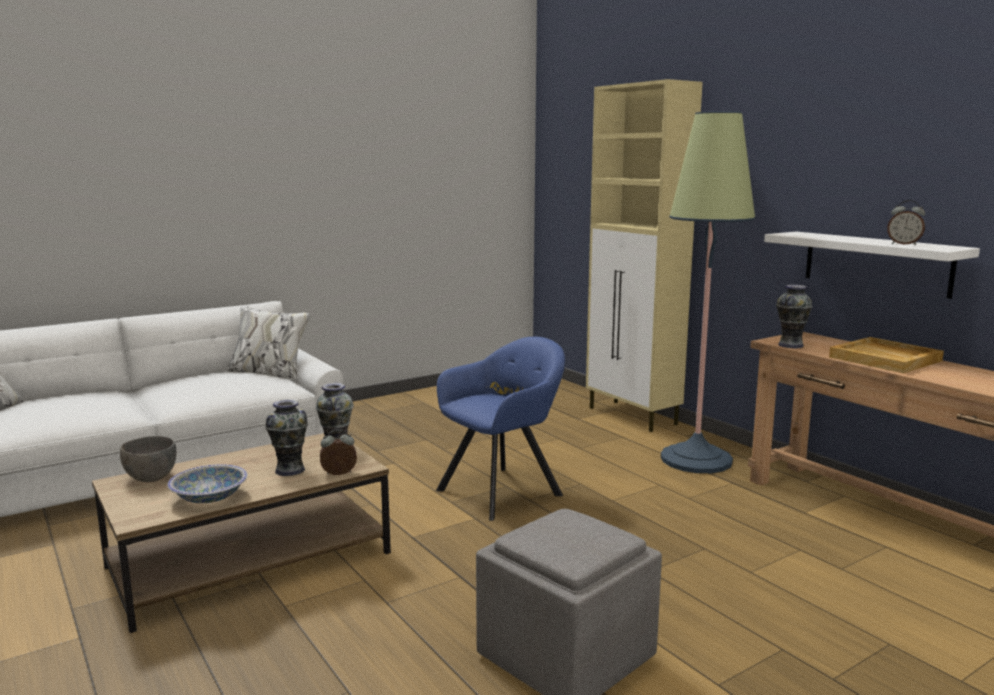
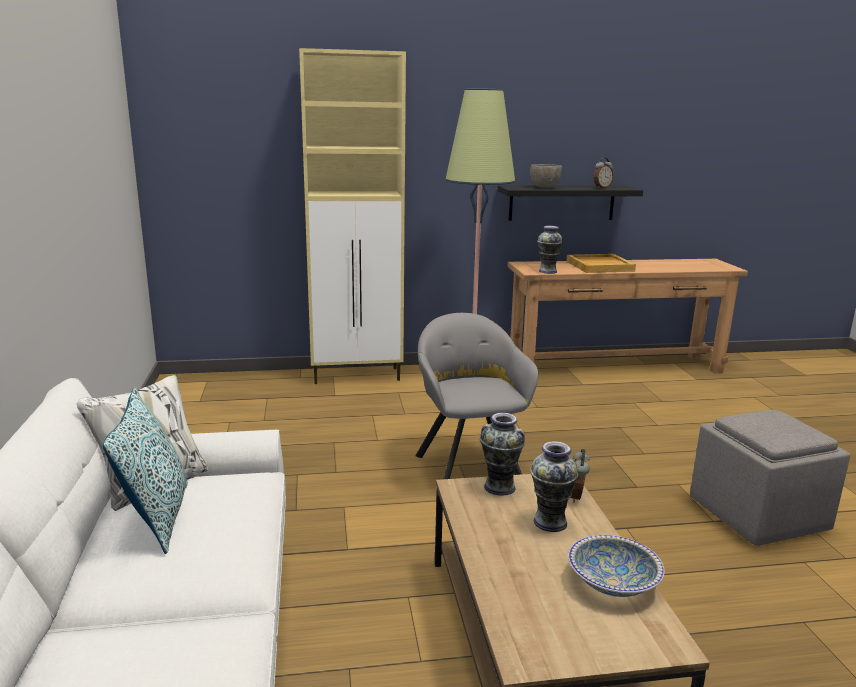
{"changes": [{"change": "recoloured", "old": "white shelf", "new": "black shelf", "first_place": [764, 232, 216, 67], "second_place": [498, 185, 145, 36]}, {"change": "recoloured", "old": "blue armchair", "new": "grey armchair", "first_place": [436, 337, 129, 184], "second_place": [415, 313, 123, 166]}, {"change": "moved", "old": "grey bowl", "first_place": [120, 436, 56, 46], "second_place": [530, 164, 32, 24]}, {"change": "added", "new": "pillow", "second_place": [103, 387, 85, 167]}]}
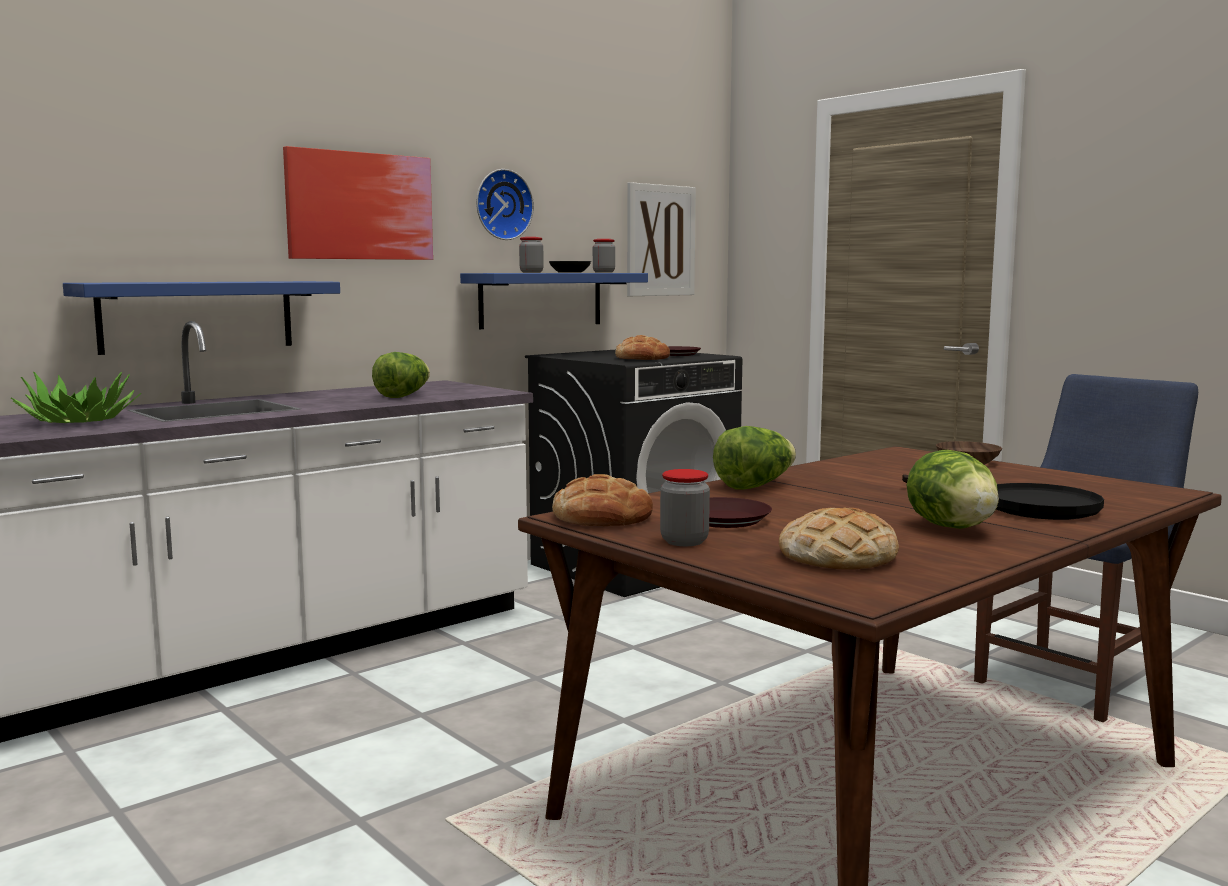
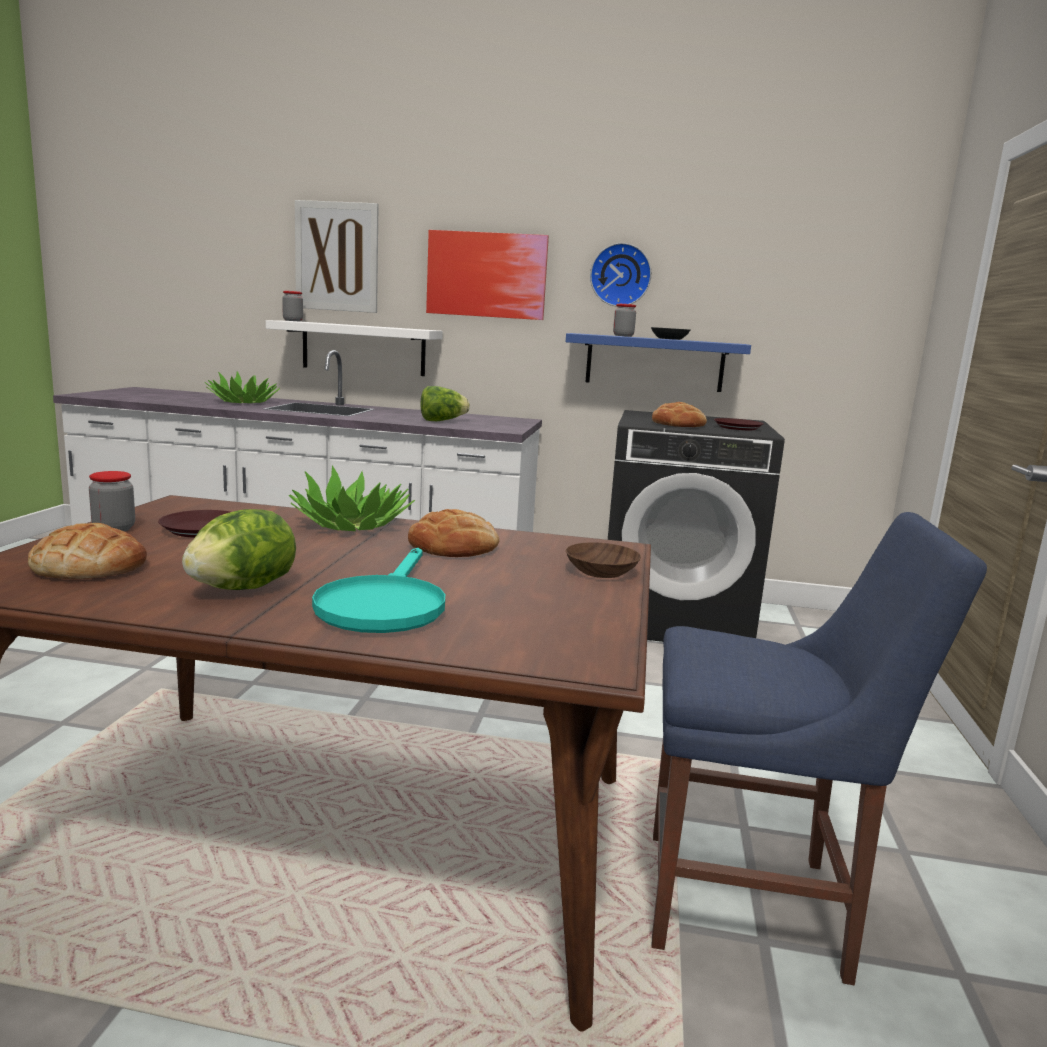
{"changes": [{"change": "moved", "old": "picture", "first_place": [627, 182, 69, 114], "second_place": [295, 200, 84, 113]}, {"change": "moved", "old": "jar", "first_place": [593, 239, 22, 34], "second_place": [282, 291, 21, 30]}, {"change": "recoloured", "old": "blue shelf", "new": "white shelf", "first_place": [63, 281, 277, 74], "second_place": [266, 320, 177, 56]}, {"change": "replaced", "old": "lettuce", "new": "potted plant", "first_place": [713, 426, 83, 63], "second_place": [289, 465, 126, 66]}, {"change": "moved", "old": "bread", "first_place": [552, 474, 101, 52], "second_place": [408, 509, 91, 48]}, {"change": "recoloured", "old": "black frying pan", "new": "turquoise frying pan", "first_place": [902, 474, 202, 46], "second_place": [312, 548, 133, 85]}]}
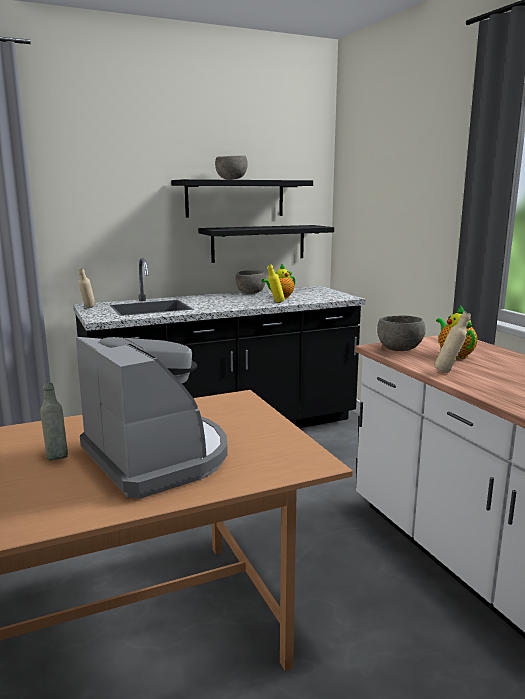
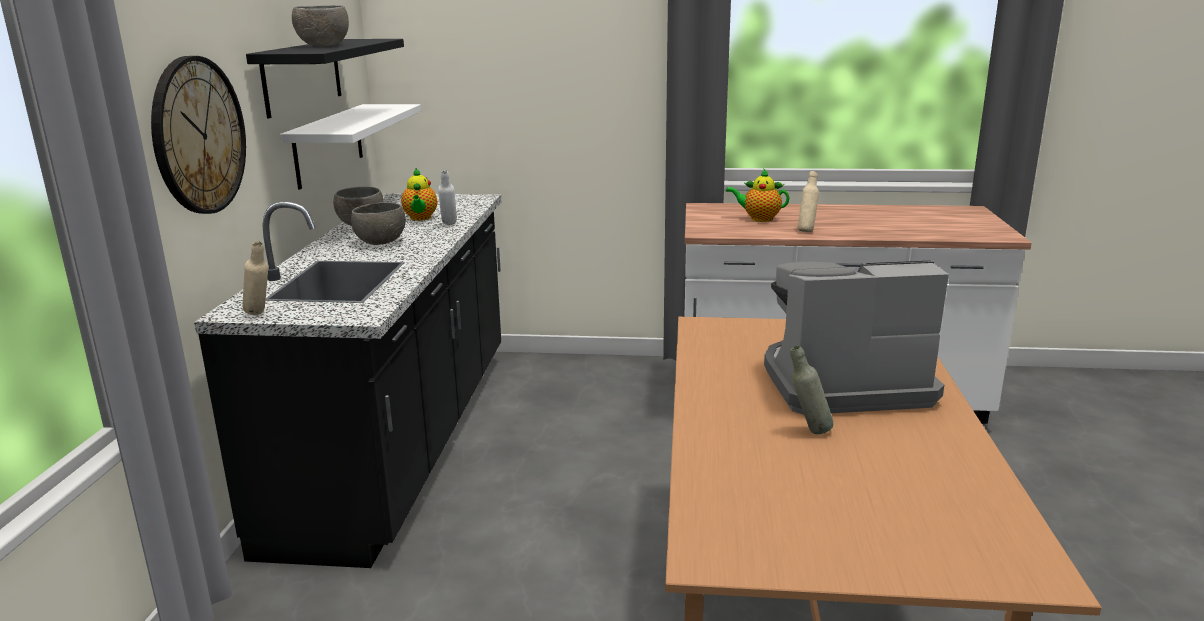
{"changes": [{"change": "recoloured", "old": "black shelf", "new": "white shelf", "first_place": [198, 225, 136, 38], "second_place": [280, 104, 141, 86]}, {"change": "recoloured", "old": "yellow bottle", "new": "white bottle", "first_place": [267, 264, 18, 39], "second_place": [438, 170, 19, 55]}, {"change": "moved", "old": "grey bowl", "first_place": [377, 315, 49, 36], "second_place": [351, 202, 55, 43]}, {"change": "added", "new": "wall clock", "second_place": [151, 56, 95, 158]}]}
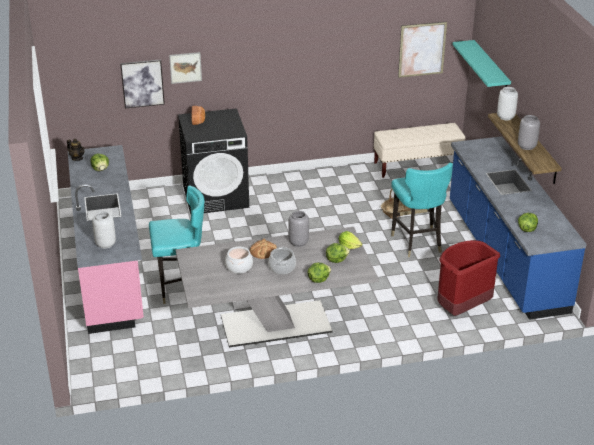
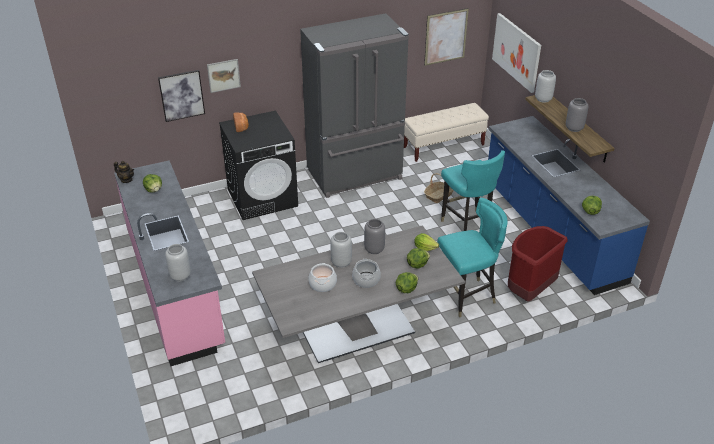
{"changes": [{"change": "replaced", "old": "turquoise shelf", "new": "picture", "first_place": [452, 40, 59, 47], "second_place": [492, 13, 49, 80]}, {"change": "moved", "old": "turquoise chair", "first_place": [149, 185, 56, 119], "second_place": [437, 198, 71, 119]}, {"change": "replaced", "old": "bread", "new": "grey vase", "first_place": [250, 239, 27, 20], "second_place": [331, 232, 21, 36]}, {"change": "added", "new": "grey fridge", "second_place": [300, 13, 109, 185]}]}
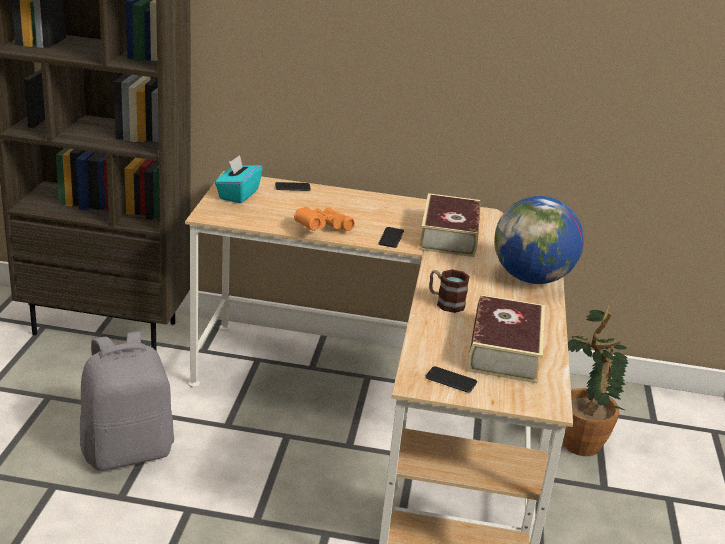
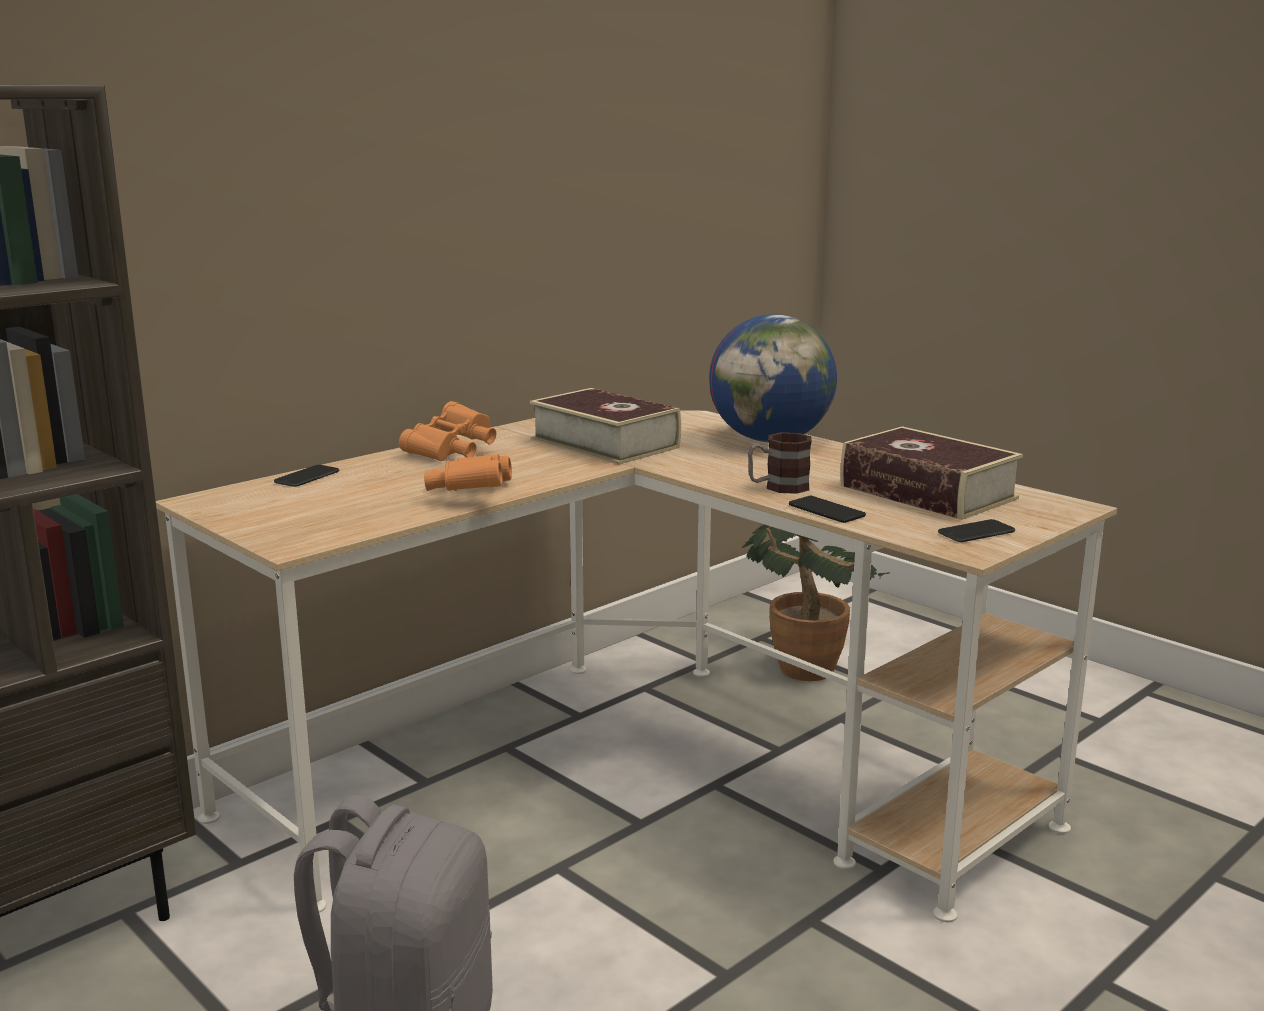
{"changes": [{"change": "removed", "old": "turquoise tissue box", "first_place": [215, 155, 48, 49]}, {"change": "moved", "old": "phone", "first_place": [378, 227, 26, 21], "second_place": [789, 496, 77, 27]}, {"change": "added", "new": "orange binoculars", "second_place": [399, 401, 97, 60]}]}
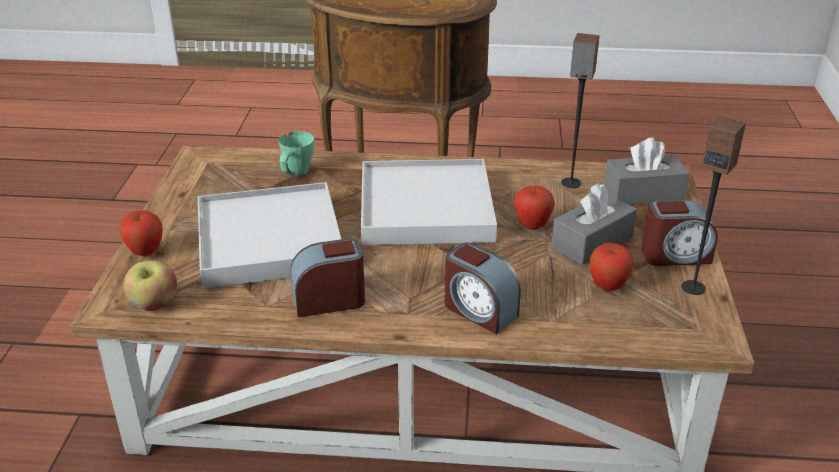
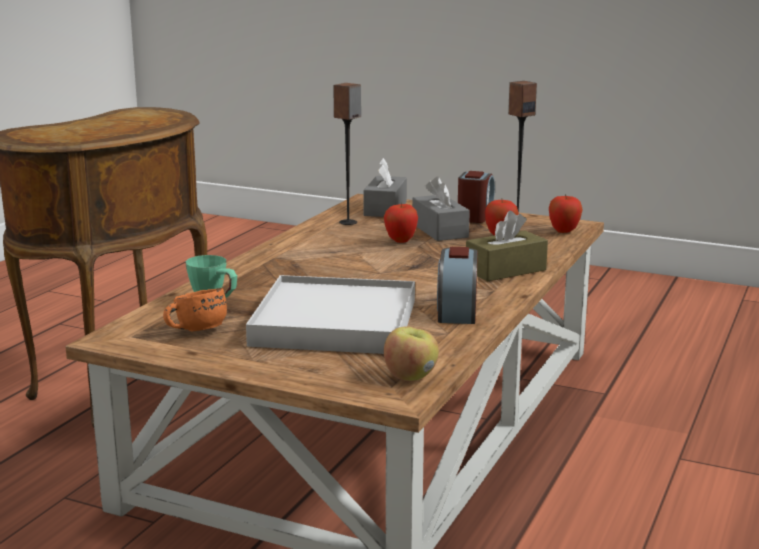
{"changes": [{"change": "removed", "old": "white tray", "first_place": [361, 159, 136, 86]}, {"change": "moved", "old": "apple", "first_place": [119, 210, 44, 46], "second_place": [549, 194, 33, 39]}, {"change": "replaced", "old": "alarm clock", "new": "brown tissue box", "first_place": [445, 243, 76, 91], "second_place": [466, 211, 82, 71]}, {"change": "added", "new": "orange mug", "second_place": [163, 288, 64, 43]}]}
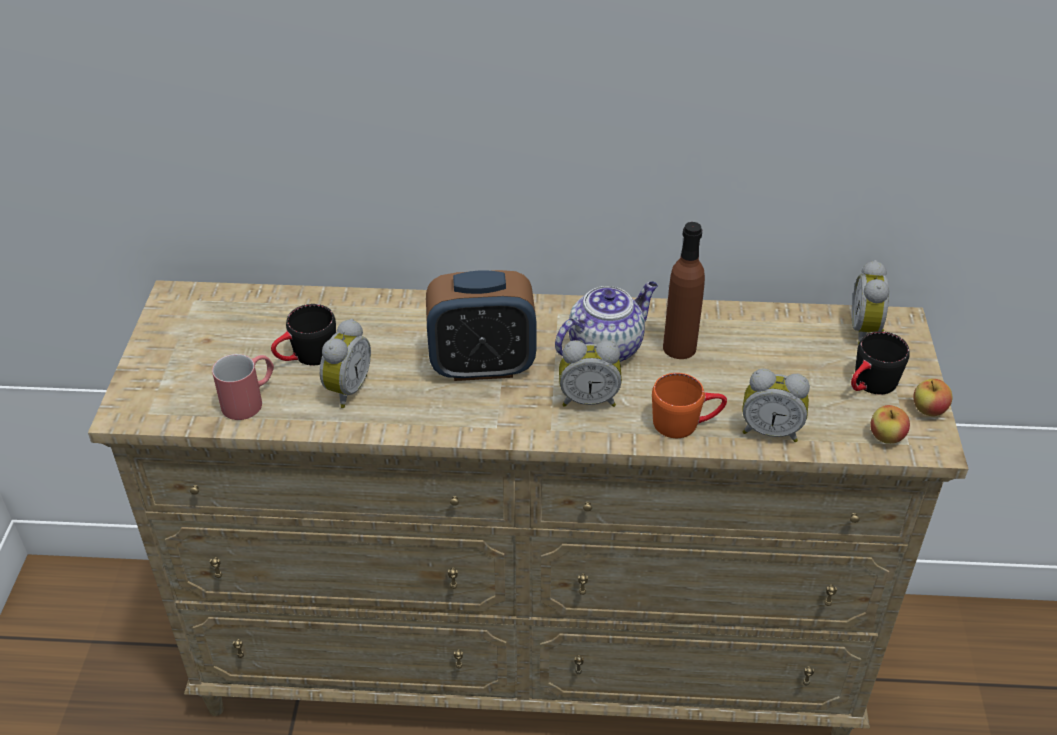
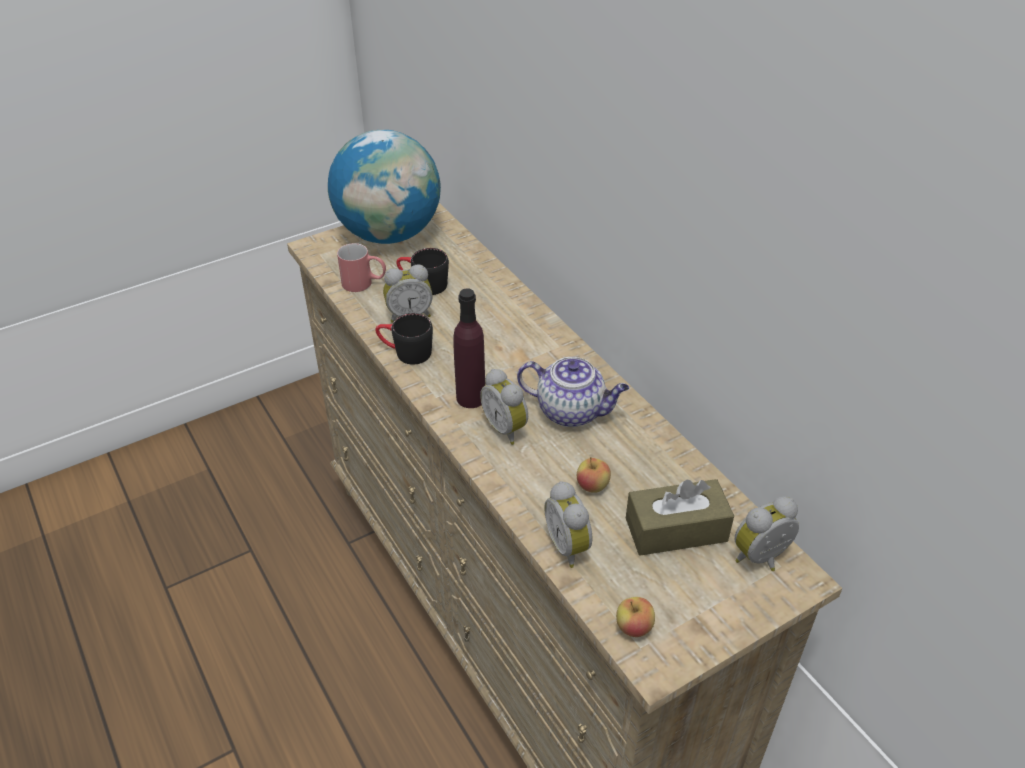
{"changes": [{"change": "removed", "old": "brown bottle", "first_place": [663, 222, 42, 137]}, {"change": "removed", "old": "alarm clock", "first_place": [426, 270, 111, 111]}, {"change": "moved", "old": "black mug", "first_place": [851, 331, 59, 64], "second_place": [375, 313, 58, 52]}, {"change": "removed", "old": "orange mug", "first_place": [652, 373, 75, 65]}, {"change": "moved", "old": "apple", "first_place": [913, 379, 40, 37], "second_place": [577, 457, 34, 36]}, {"change": "added", "new": "globe", "second_place": [328, 130, 113, 114]}, {"change": "added", "new": "purple bottle", "second_place": [453, 289, 32, 119]}, {"change": "added", "new": "brown tissue box", "second_place": [626, 479, 108, 77]}]}
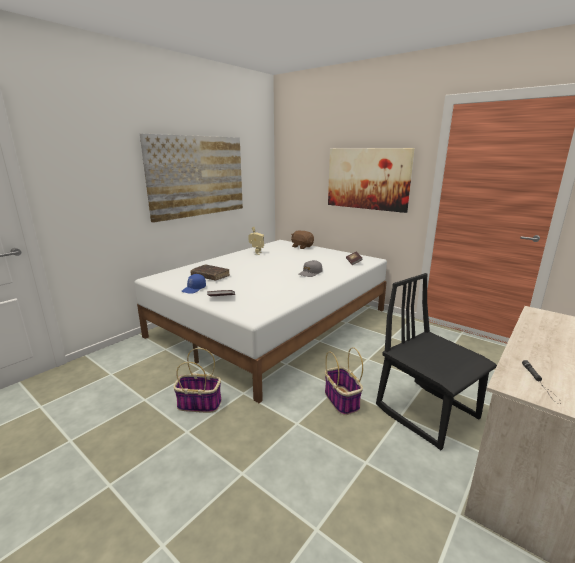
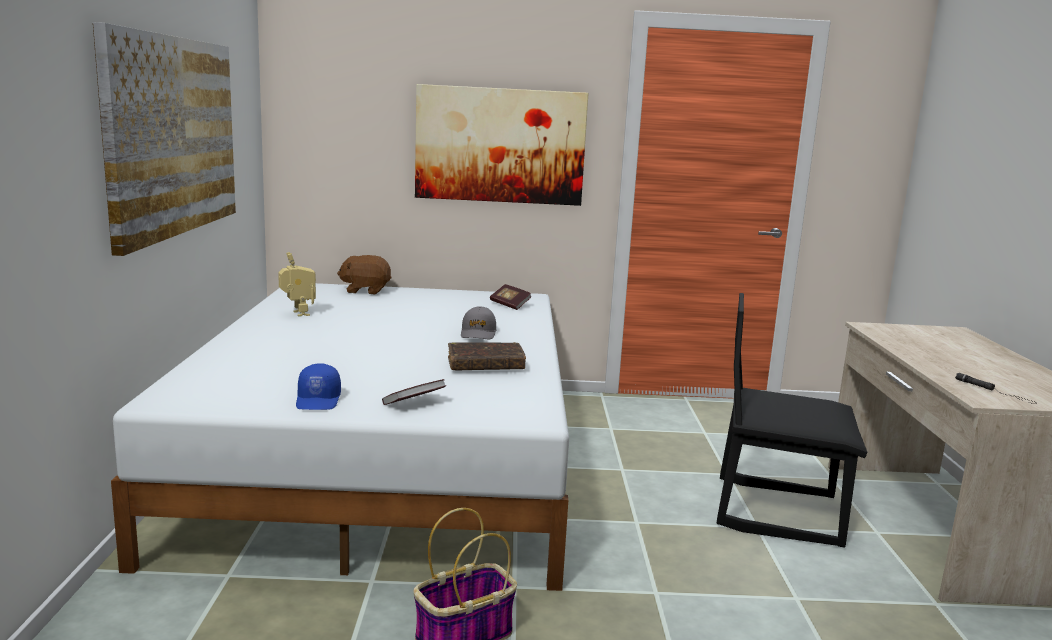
{"changes": [{"change": "moved", "old": "brown book", "first_place": [190, 264, 40, 16], "second_place": [448, 342, 78, 28]}, {"change": "removed", "old": "basket", "first_place": [325, 347, 38, 68]}]}
